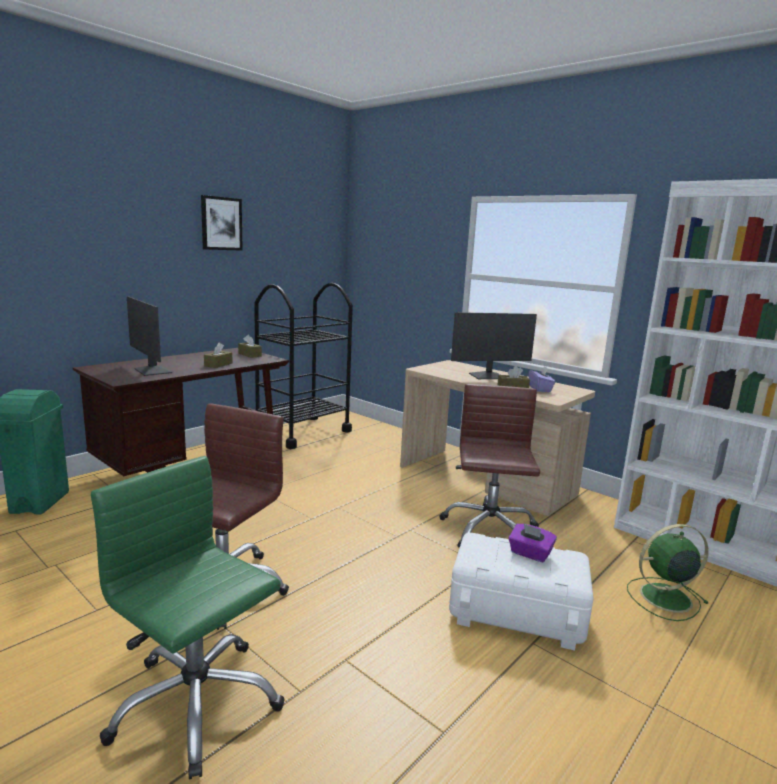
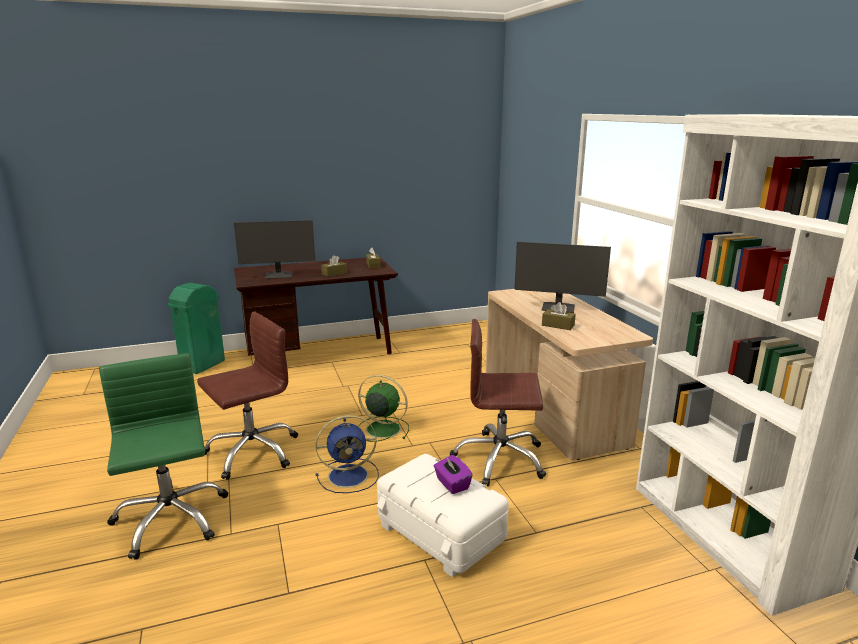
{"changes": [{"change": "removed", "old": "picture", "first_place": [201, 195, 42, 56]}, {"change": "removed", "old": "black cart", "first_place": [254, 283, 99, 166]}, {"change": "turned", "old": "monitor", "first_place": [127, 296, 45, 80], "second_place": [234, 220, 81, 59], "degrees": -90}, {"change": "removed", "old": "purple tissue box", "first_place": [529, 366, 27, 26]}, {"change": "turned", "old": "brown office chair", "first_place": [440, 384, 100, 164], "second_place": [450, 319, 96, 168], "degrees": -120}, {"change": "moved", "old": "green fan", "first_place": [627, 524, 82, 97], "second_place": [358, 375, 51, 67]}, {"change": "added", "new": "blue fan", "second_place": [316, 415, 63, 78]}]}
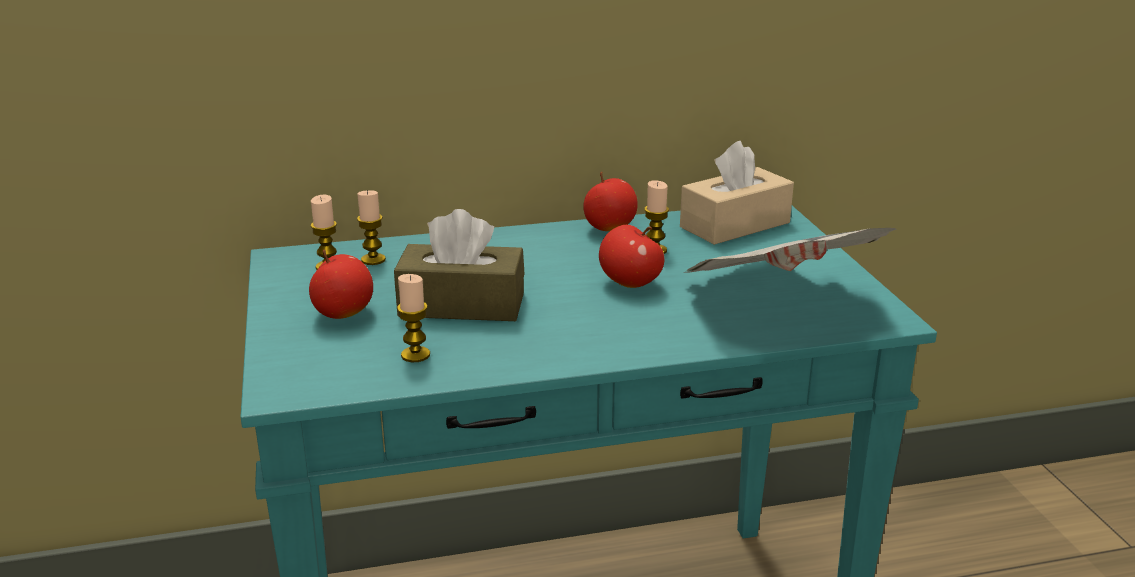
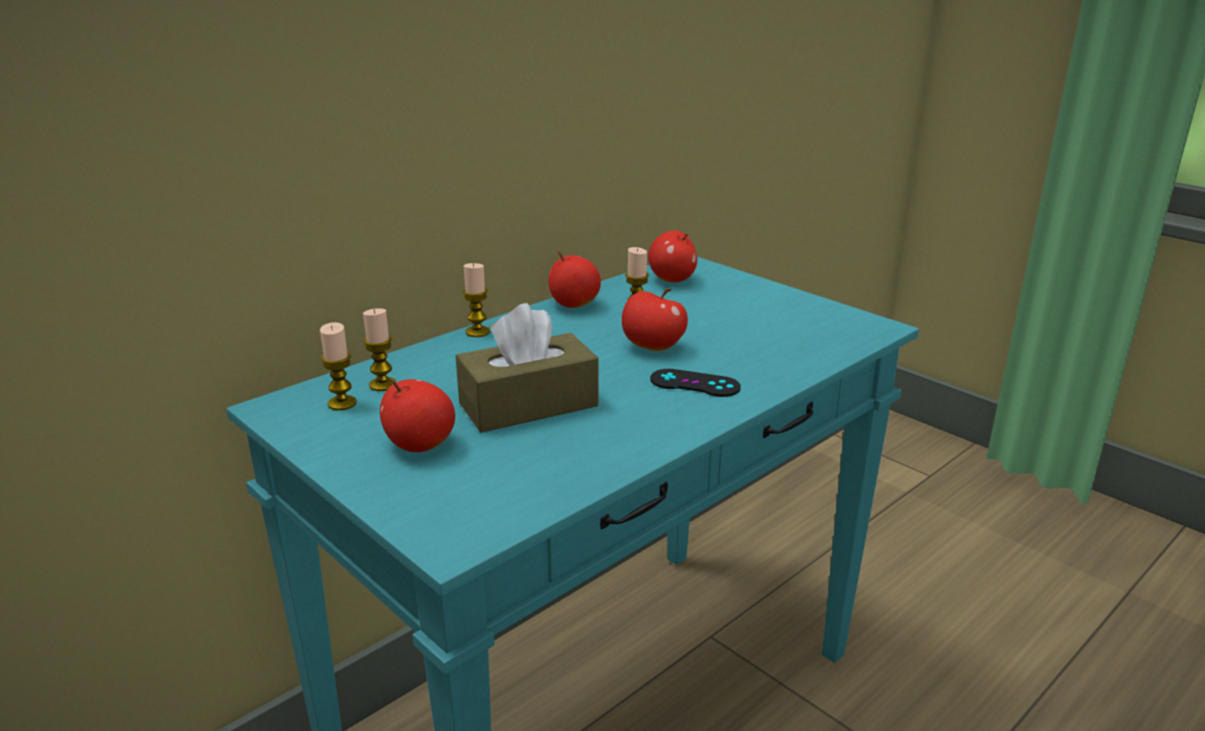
{"changes": [{"change": "replaced", "old": "beige tissue box", "new": "apple", "first_place": [680, 141, 114, 104], "second_place": [648, 230, 49, 53]}, {"change": "removed", "old": "newspaper", "first_place": [686, 228, 211, 44]}, {"change": "moved", "old": "candle", "first_place": [397, 274, 33, 88], "second_place": [463, 263, 27, 74]}, {"change": "added", "new": "black game controller", "second_place": [650, 369, 91, 28]}]}
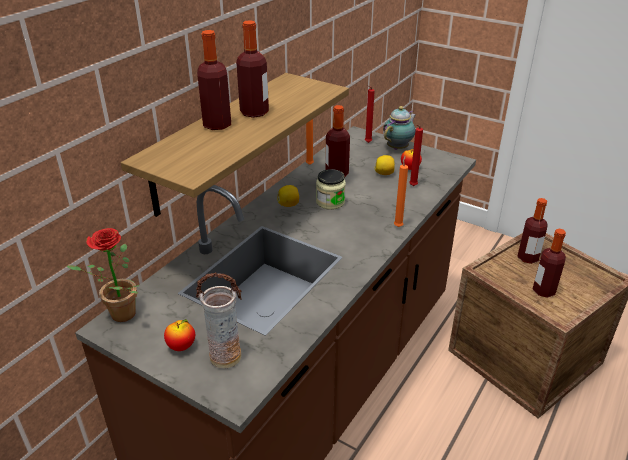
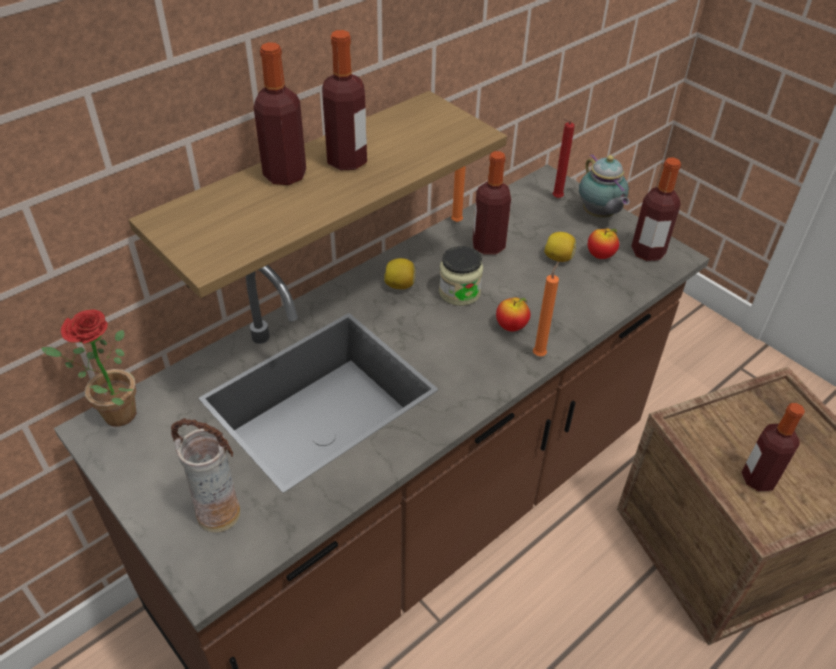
{"changes": [{"change": "turned", "old": "teapot", "first_place": [383, 106, 33, 44], "second_place": [579, 154, 51, 64], "degrees": 105}, {"change": "removed", "old": "red candle", "first_place": [409, 125, 14, 61]}, {"change": "moved", "old": "bottle", "first_place": [517, 198, 31, 66], "second_place": [631, 157, 50, 104]}, {"change": "moved", "old": "apple", "first_place": [164, 319, 31, 32], "second_place": [496, 297, 34, 34]}]}
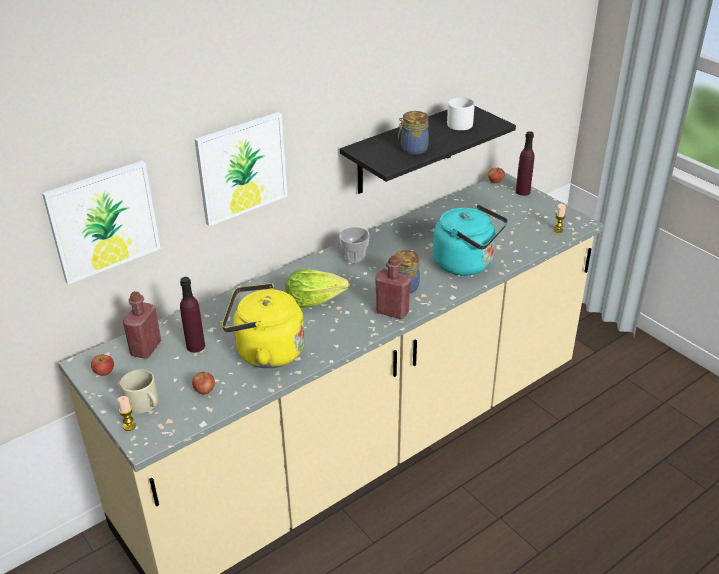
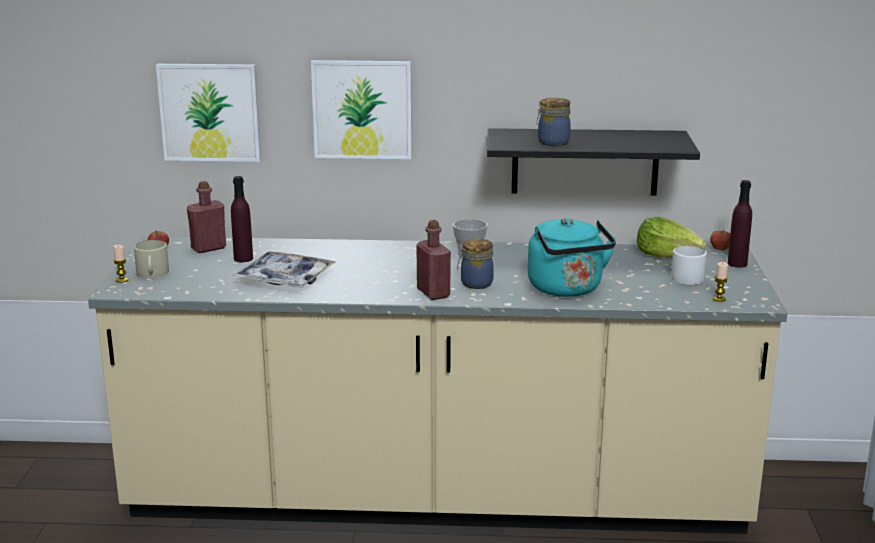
{"changes": [{"change": "moved", "old": "white mug", "first_place": [447, 97, 28, 33], "second_place": [671, 246, 36, 39]}, {"change": "moved", "old": "lettuce", "first_place": [286, 270, 64, 38], "second_place": [637, 216, 69, 42]}, {"change": "replaced", "old": "yellow kettle", "new": "tray", "first_place": [222, 283, 83, 85], "second_place": [233, 252, 103, 36]}, {"change": "removed", "old": "apple", "first_place": [192, 372, 23, 23]}]}
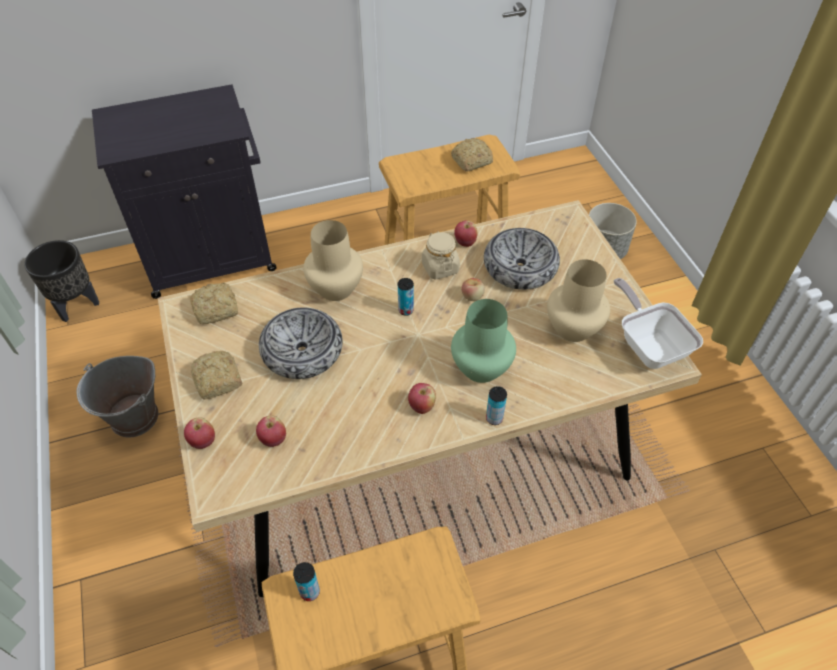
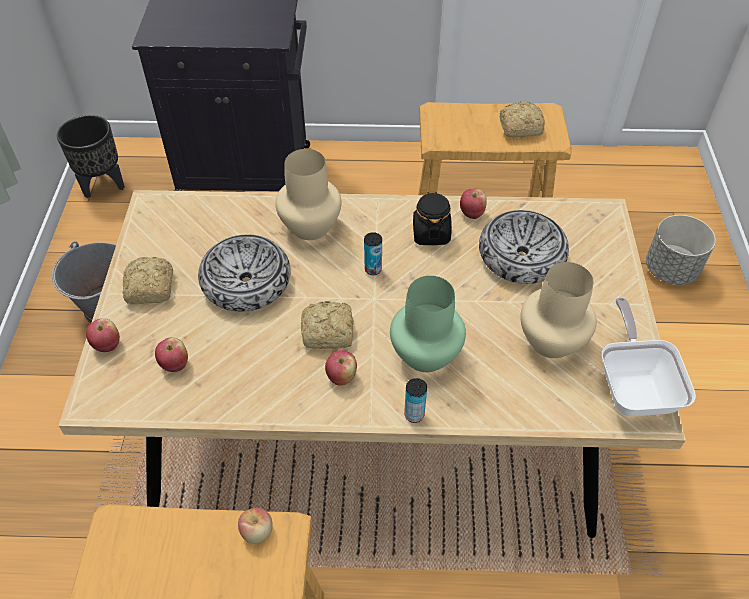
{"changes": [{"change": "recoloured", "old": "beige jar", "new": "black jar", "first_place": [422, 231, 38, 49], "second_place": [413, 192, 39, 53]}, {"change": "moved", "old": "apple", "first_place": [461, 278, 24, 23], "second_place": [238, 508, 35, 35]}, {"change": "moved", "old": "bread", "first_place": [190, 282, 48, 42], "second_place": [301, 301, 53, 48]}, {"change": "removed", "old": "can", "first_place": [293, 562, 27, 39]}]}
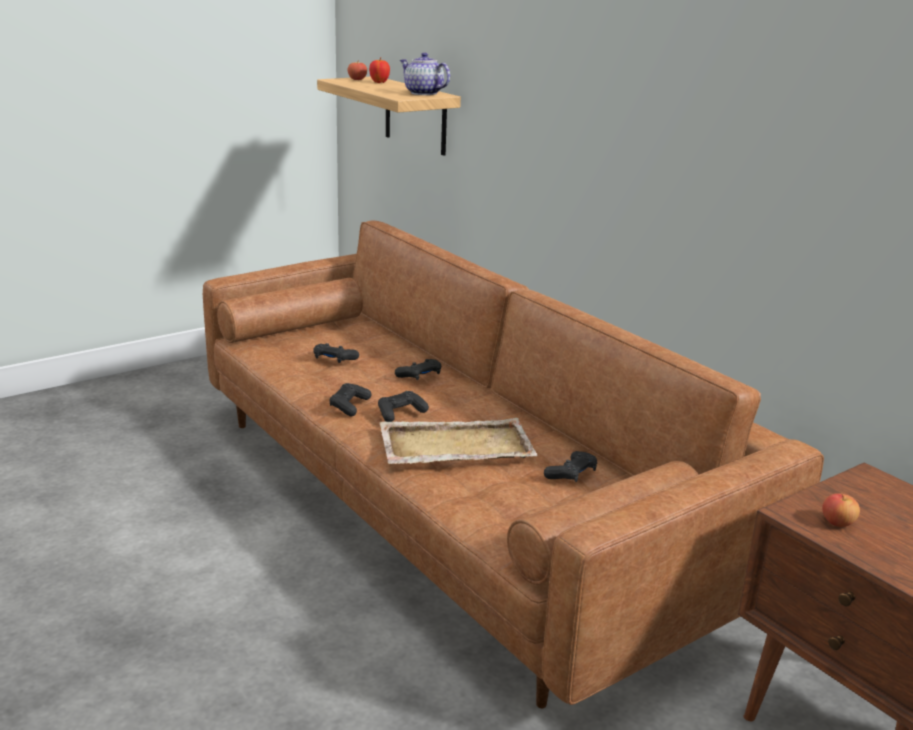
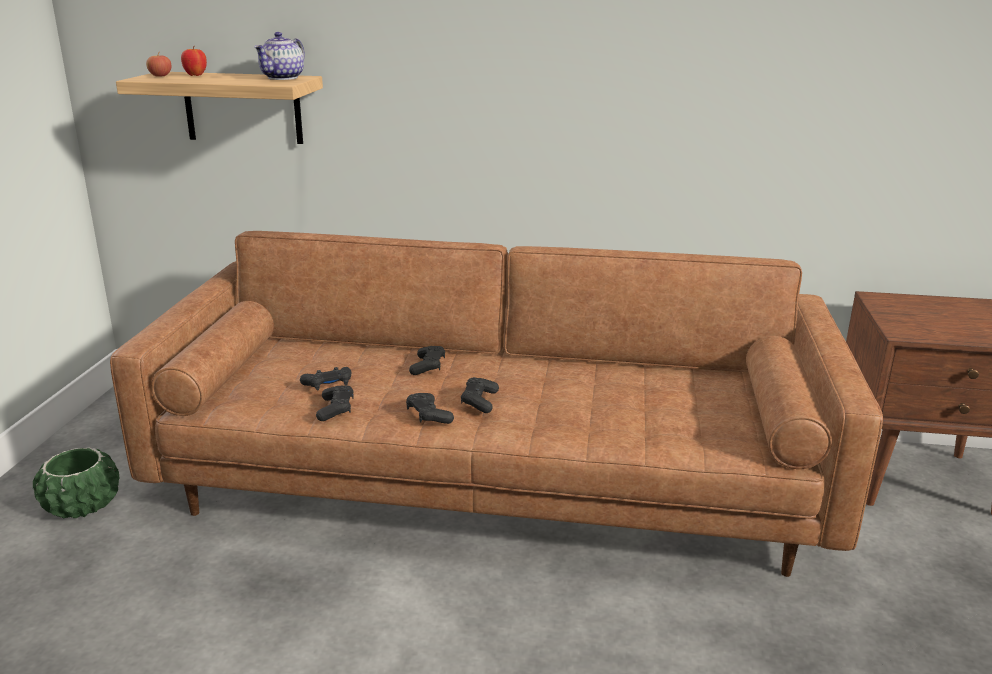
{"changes": [{"change": "turned", "old": "teapot", "first_place": [400, 52, 50, 43], "second_place": [254, 32, 51, 48], "degrees": -60}, {"change": "removed", "old": "beige tray", "first_place": [380, 418, 158, 46]}, {"change": "moved", "old": "black game controller", "first_place": [544, 451, 53, 31], "second_place": [316, 385, 38, 36]}, {"change": "removed", "old": "apple", "first_place": [822, 493, 38, 34]}, {"change": "added", "new": "green planter", "second_place": [33, 447, 87, 71]}]}
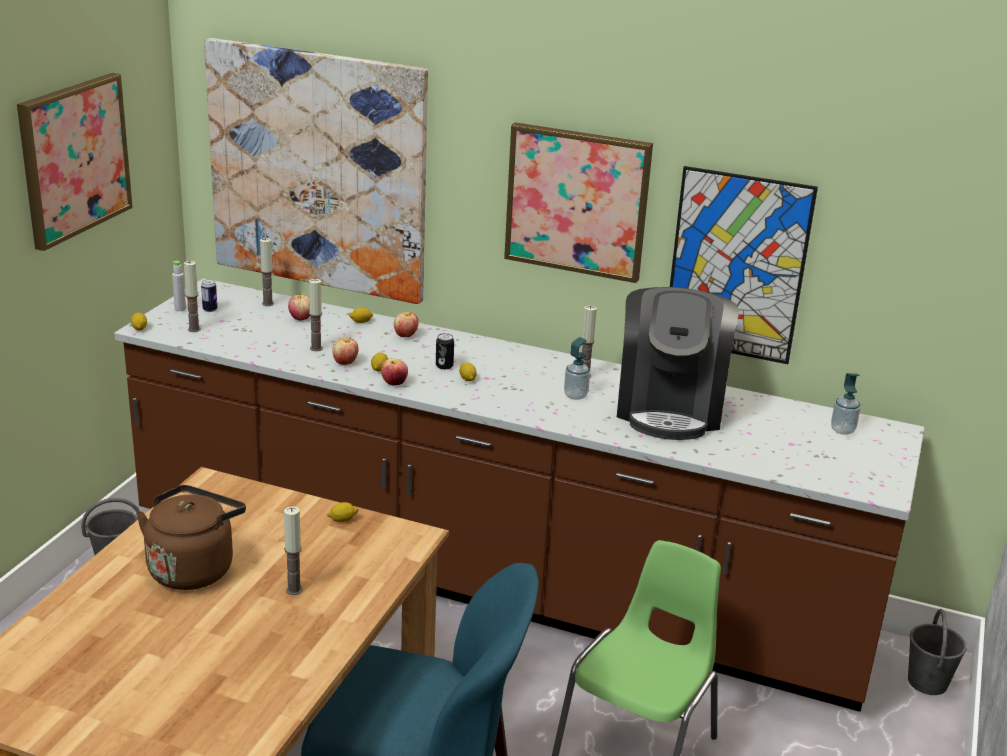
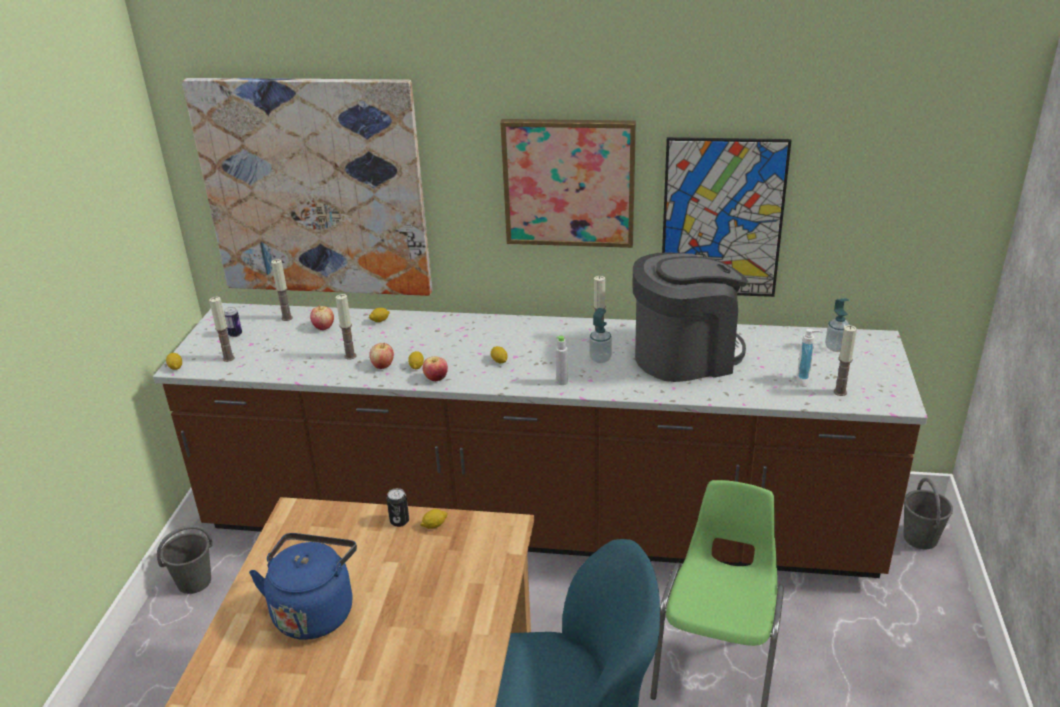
{"changes": [{"change": "removed", "old": "picture", "first_place": [17, 73, 116, 178]}, {"change": "moved", "old": "grey bottle", "first_place": [172, 261, 14, 50], "second_place": [556, 336, 12, 49]}, {"change": "turned", "old": "coffee machine", "first_place": [617, 287, 122, 153], "second_place": [633, 253, 115, 129], "degrees": -105}, {"change": "removed", "old": "apple", "first_place": [394, 311, 25, 26]}, {"change": "moved", "old": "can", "first_place": [436, 333, 18, 36], "second_place": [387, 488, 22, 39]}, {"change": "recoloured", "old": "brown kettle", "new": "blue kettle", "first_place": [136, 485, 110, 105], "second_place": [249, 533, 108, 107]}, {"change": "moved", "old": "candle", "first_place": [284, 506, 18, 89], "second_place": [834, 325, 23, 71]}, {"change": "added", "new": "soap dispenser", "second_place": [796, 329, 27, 58]}]}
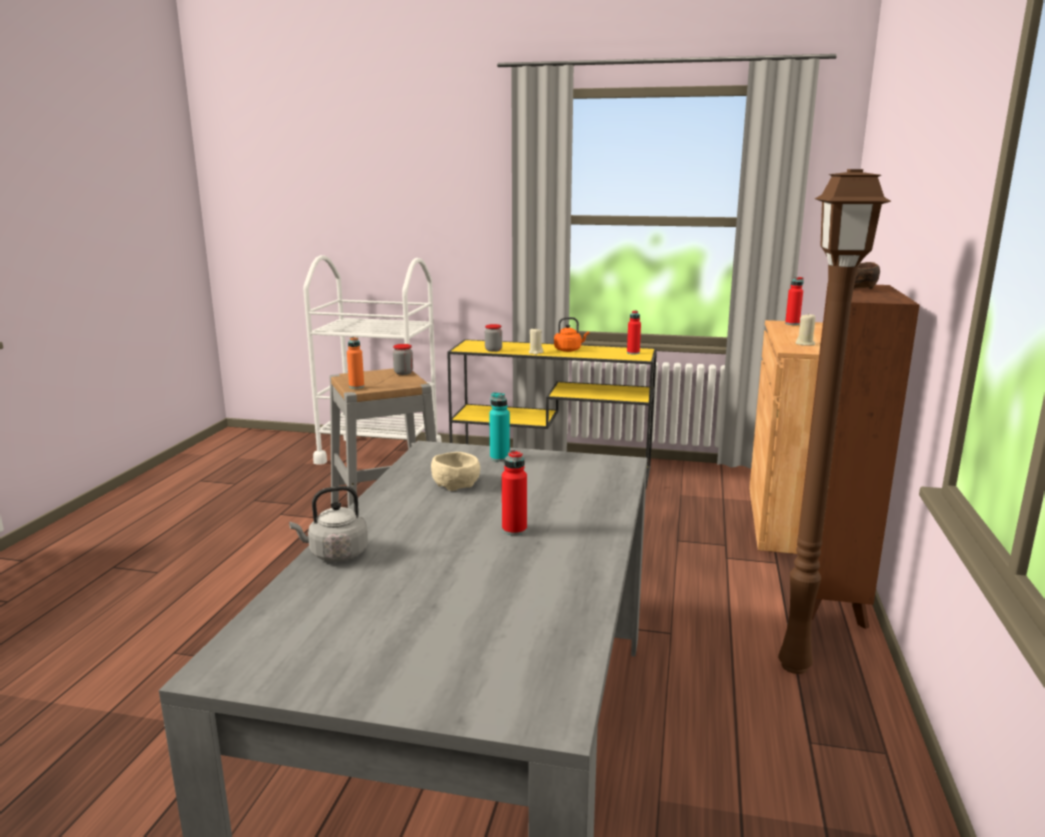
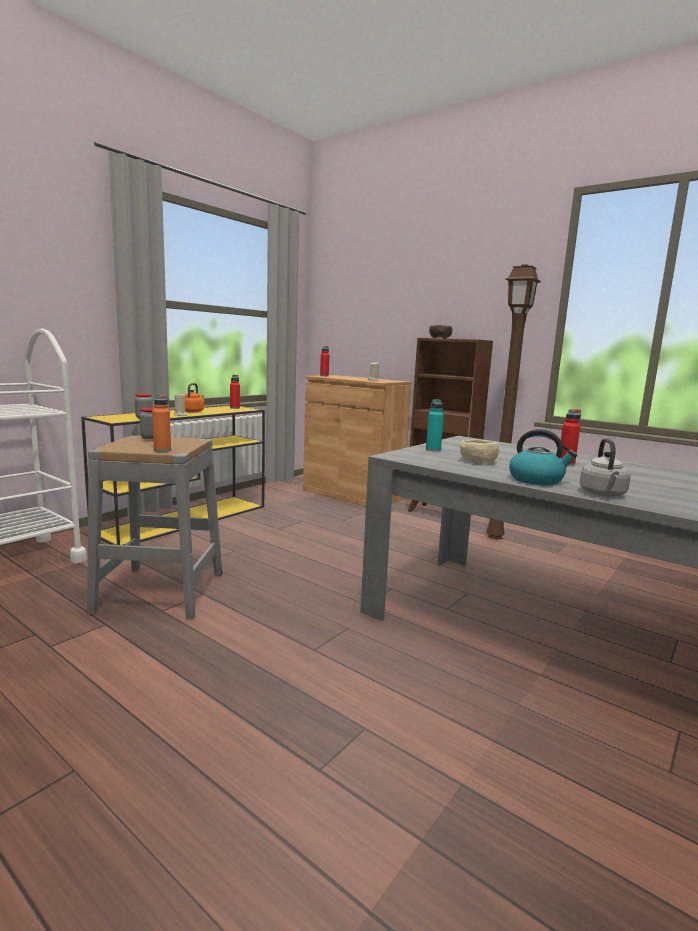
{"changes": [{"change": "added", "new": "kettle", "second_place": [509, 429, 68, 56]}]}
